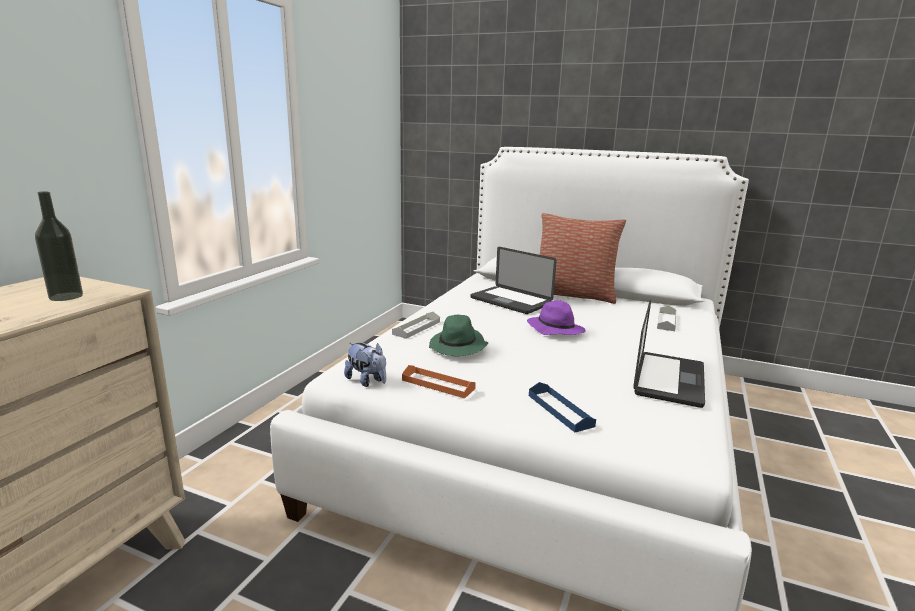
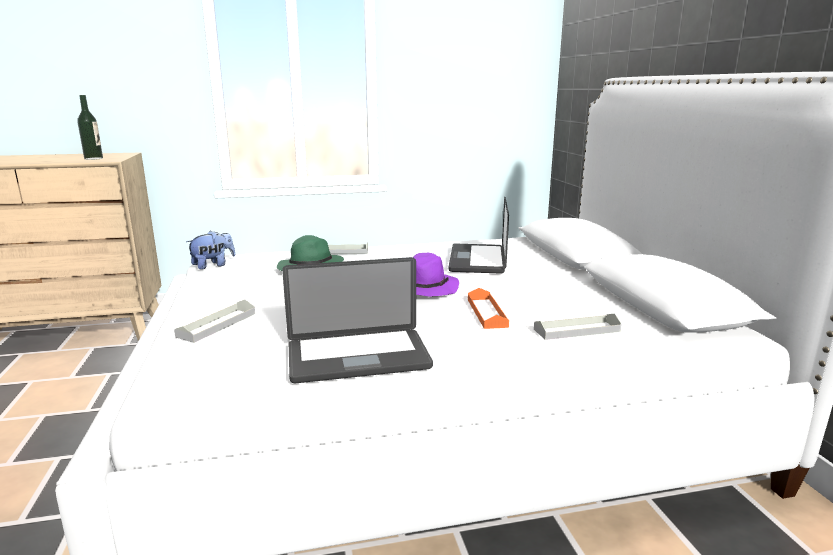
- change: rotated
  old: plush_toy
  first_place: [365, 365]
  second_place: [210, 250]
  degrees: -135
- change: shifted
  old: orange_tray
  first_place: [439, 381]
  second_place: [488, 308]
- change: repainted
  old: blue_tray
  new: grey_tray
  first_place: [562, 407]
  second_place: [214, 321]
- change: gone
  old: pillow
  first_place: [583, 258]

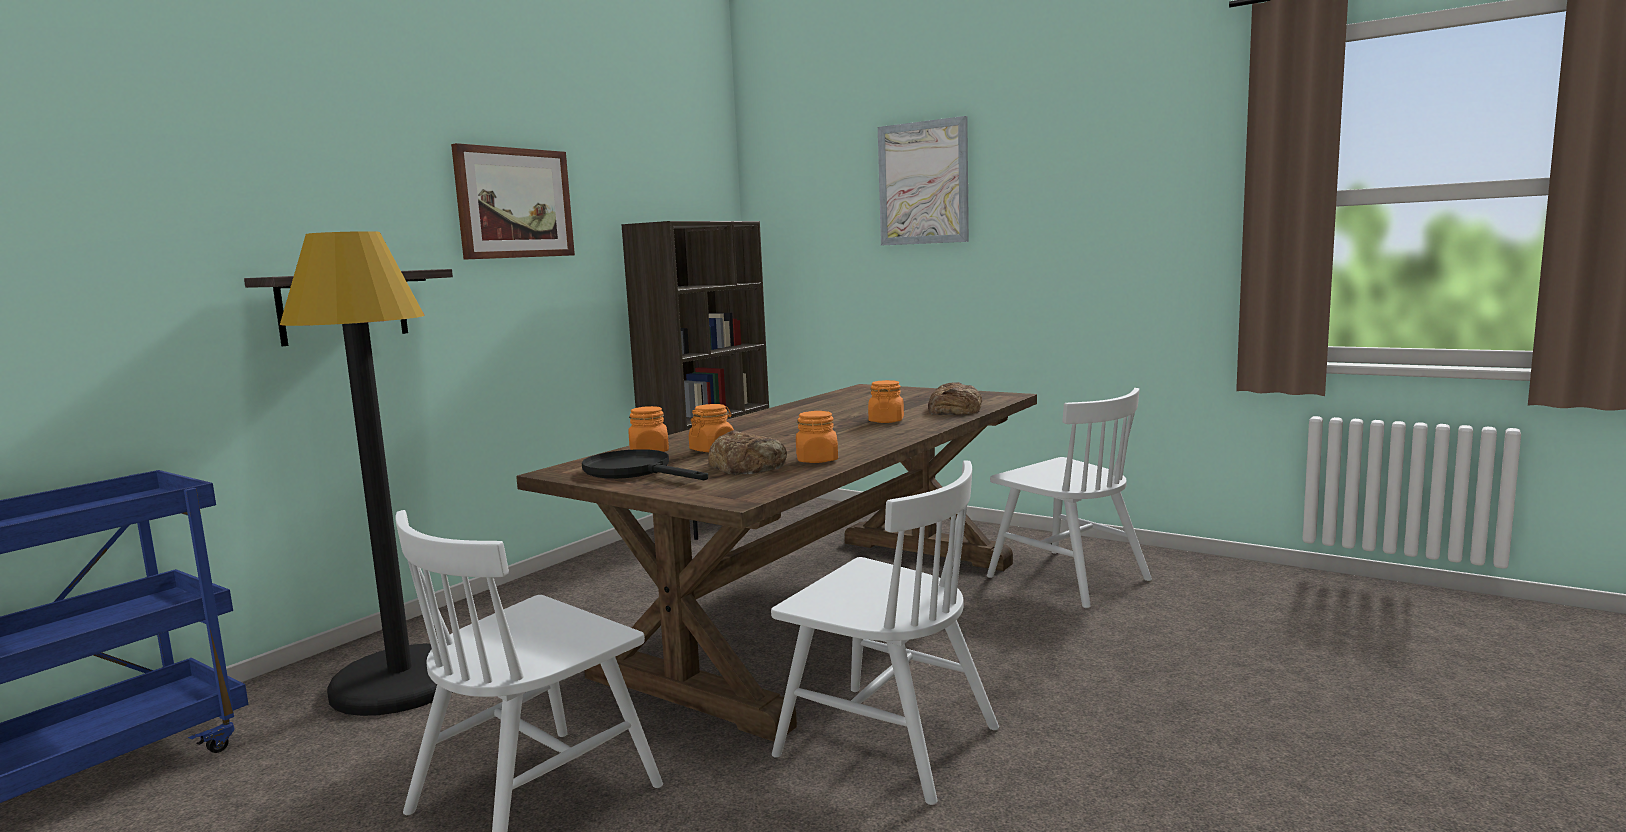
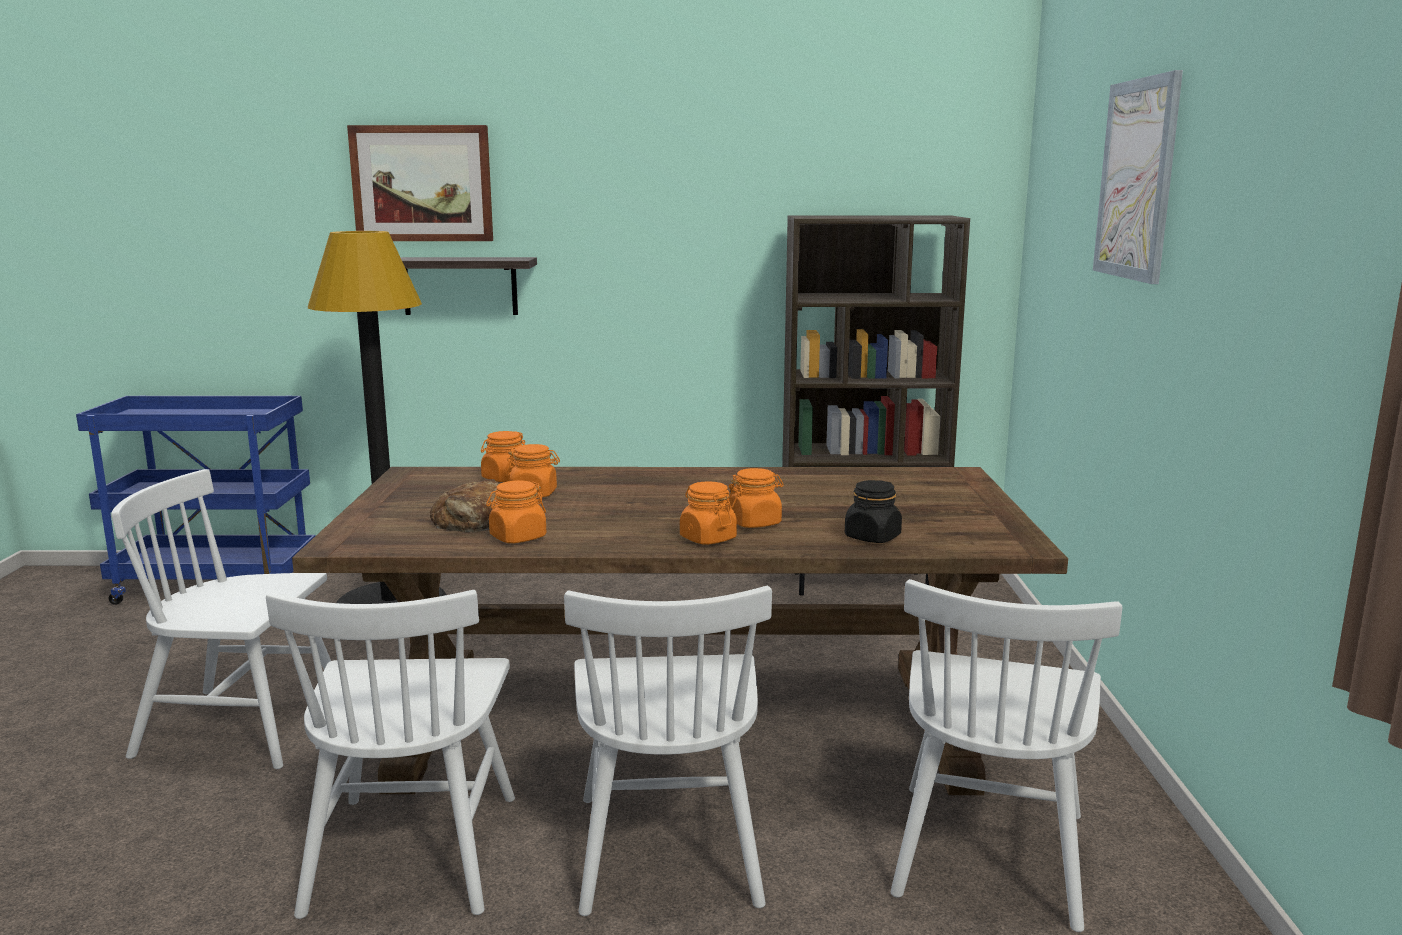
- change: shifted
  old: picture
  first_place: [513, 201]
  second_place: [420, 183]
- change: gone
  old: black_frying_pan
  first_place: [645, 464]
- change: swapped
  old: bread
  new: black_jar
  first_place: [955, 398]
  second_place: [873, 511]
- change: new
  new: white_chair
  second_place: [668, 751]
- change: new
  new: orange_jar
  second_place: [708, 513]

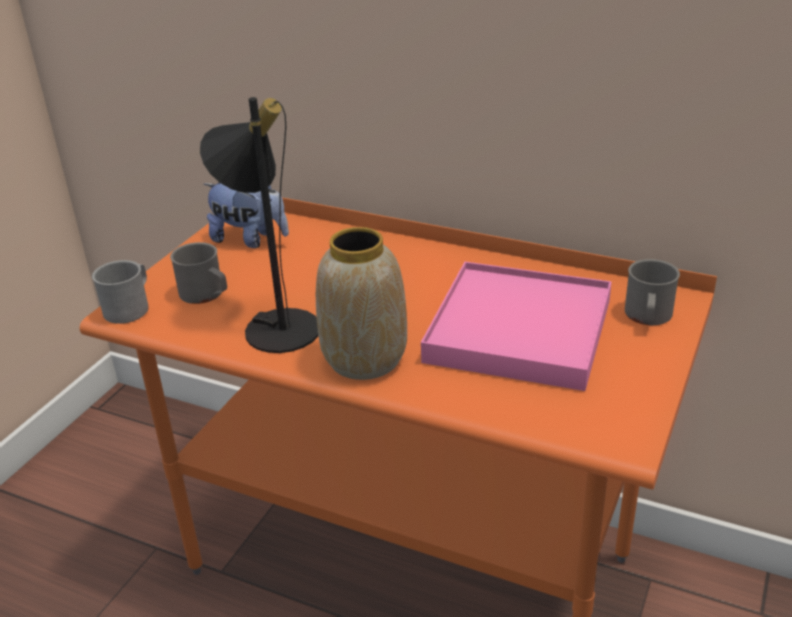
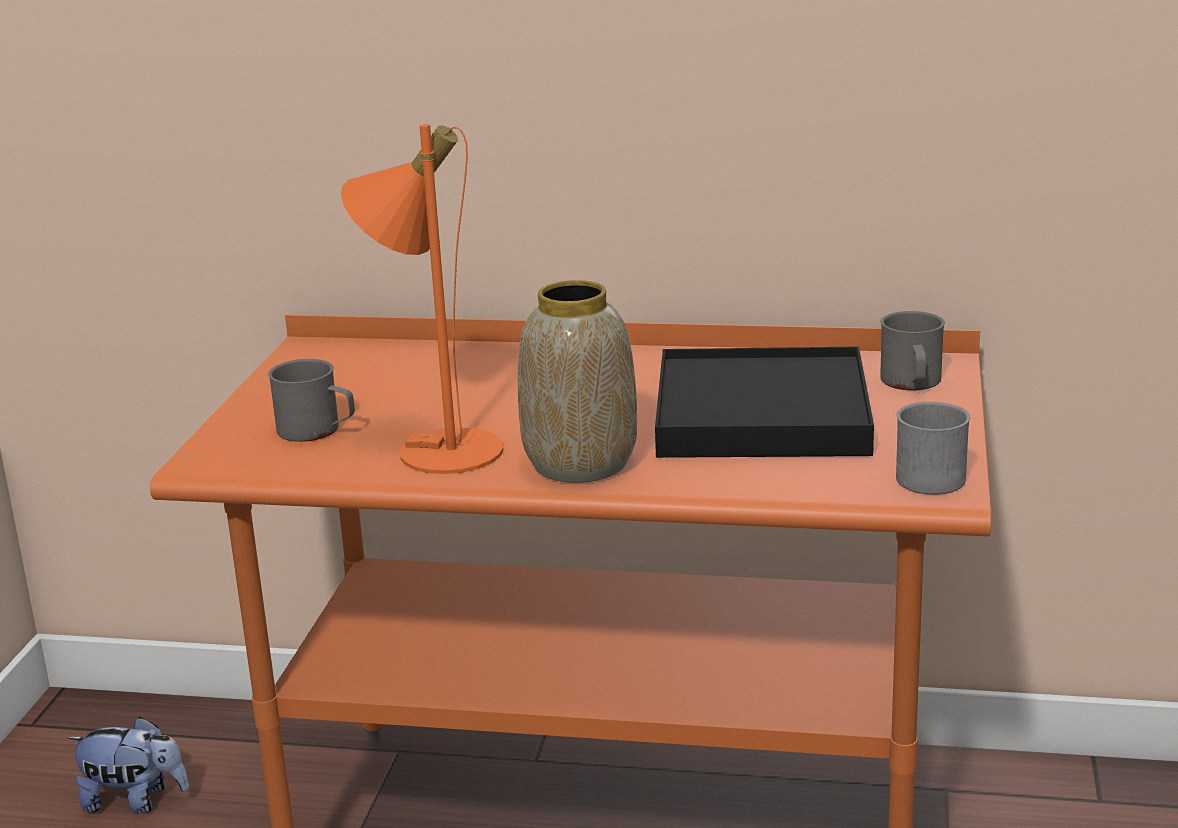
- change: shifted
  old: grey_mug
  first_place: [120, 292]
  second_place: [933, 448]
- change: repainted
  old: black_table_lamp
  new: orange_table_lamp
  first_place: [259, 225]
  second_place: [422, 299]
- change: shifted
  old: plush_toy
  first_place: [246, 215]
  second_place: [128, 764]
- change: repainted
  old: pink_tray
  new: black_tray
  first_place: [516, 326]
  second_place: [764, 402]

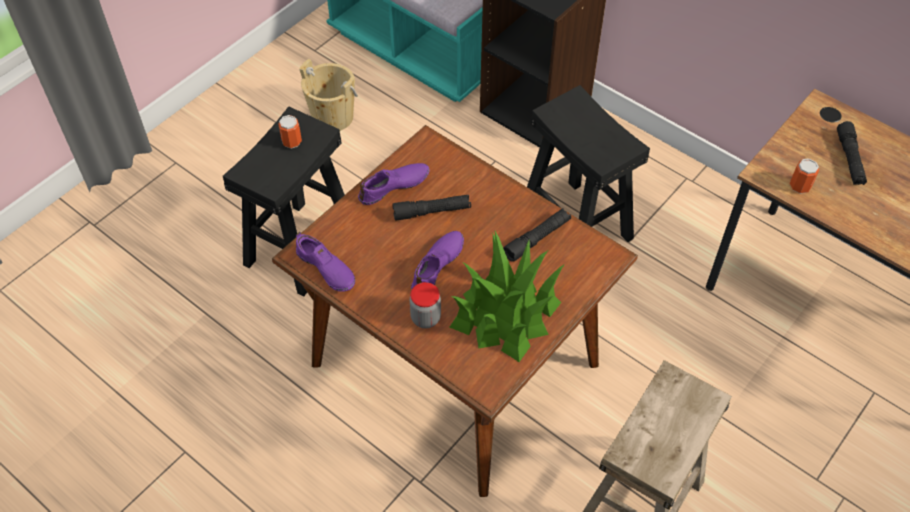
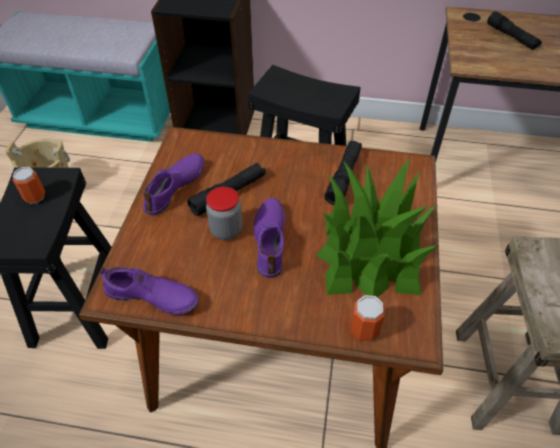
- change: shifted
  old: jar
  first_place: [425, 305]
  second_place: [224, 213]
- change: shifted
  old: can
  first_place: [804, 176]
  second_place: [368, 318]

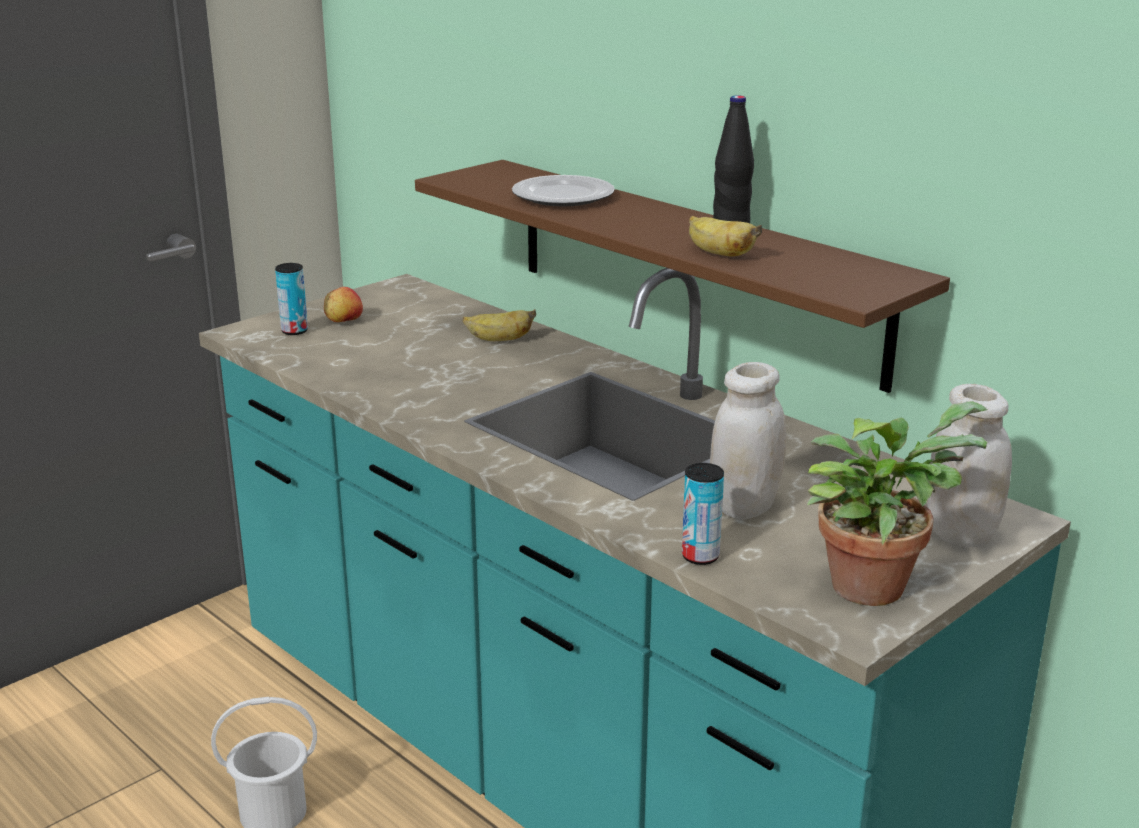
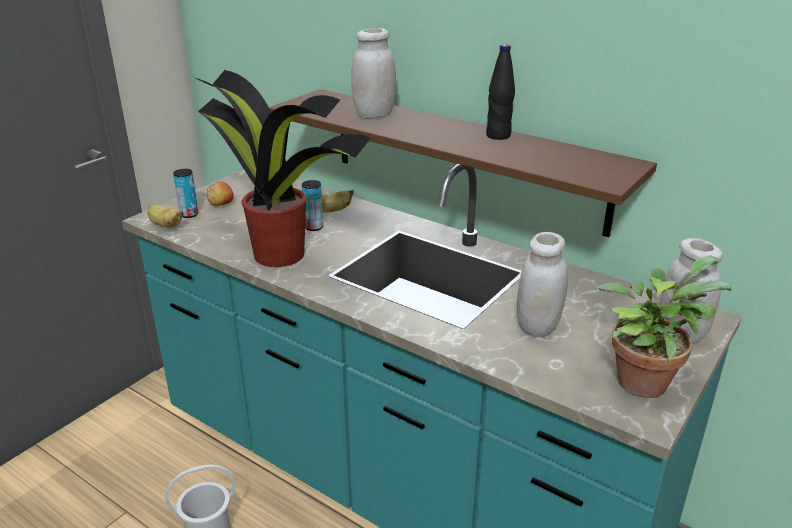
- change: swapped
  old: plate
  new: white_jar
  first_place: [563, 191]
  second_place: [373, 73]
- change: shifted
  old: can
  first_place: [703, 514]
  second_place: [312, 205]
- change: shifted
  old: banana
  first_place: [725, 236]
  second_place: [165, 216]
- change: new
  new: potted_plant
  second_place: [283, 168]

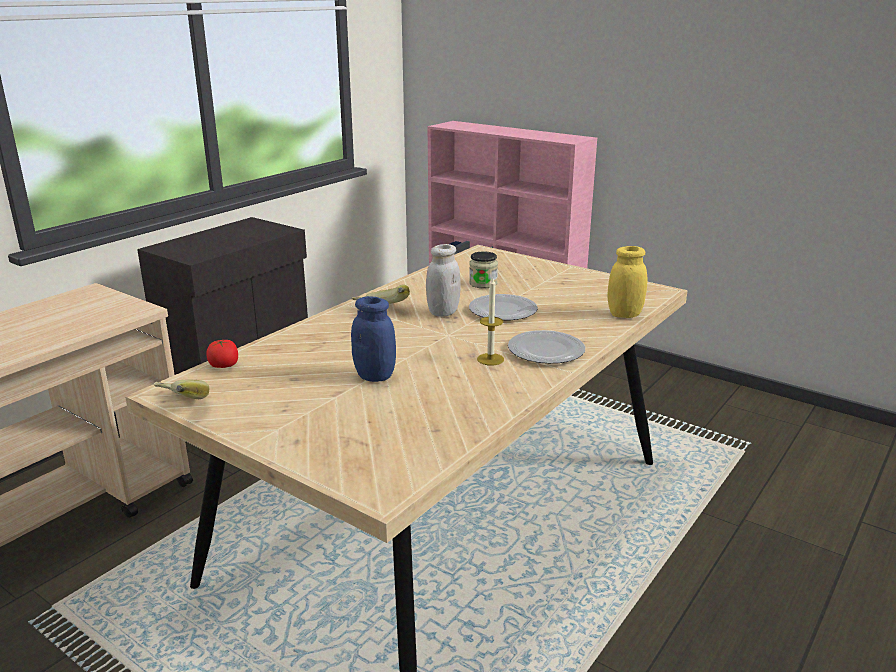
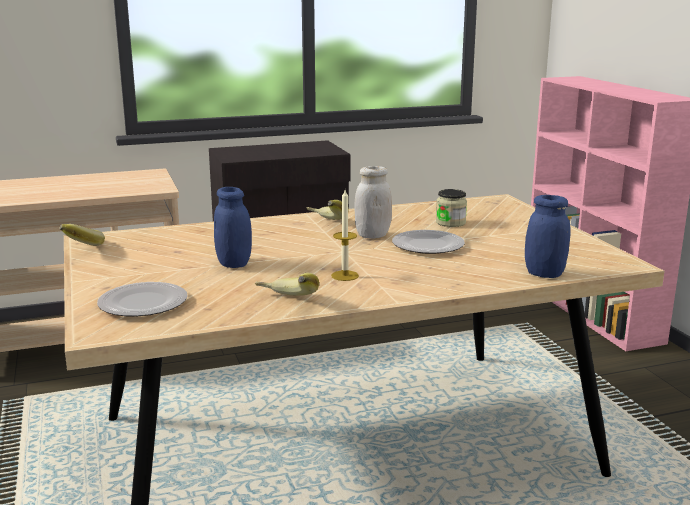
- change: gone
  old: tomato
  first_place: [222, 354]
- change: shifted
  old: plate
  first_place: [546, 347]
  second_place: [142, 299]
- change: repainted
  old: yellow_jar
  new: blue_jar
  first_place: [627, 282]
  second_place: [548, 236]
- change: new
  new: banana
  second_place: [287, 284]

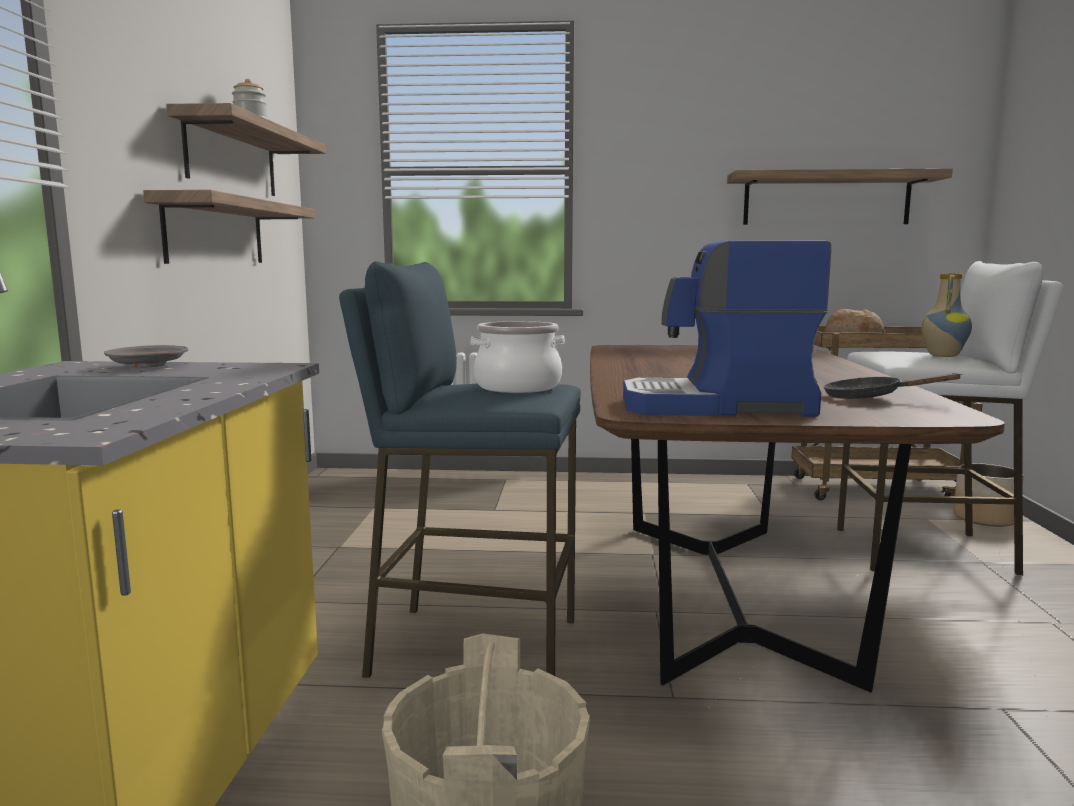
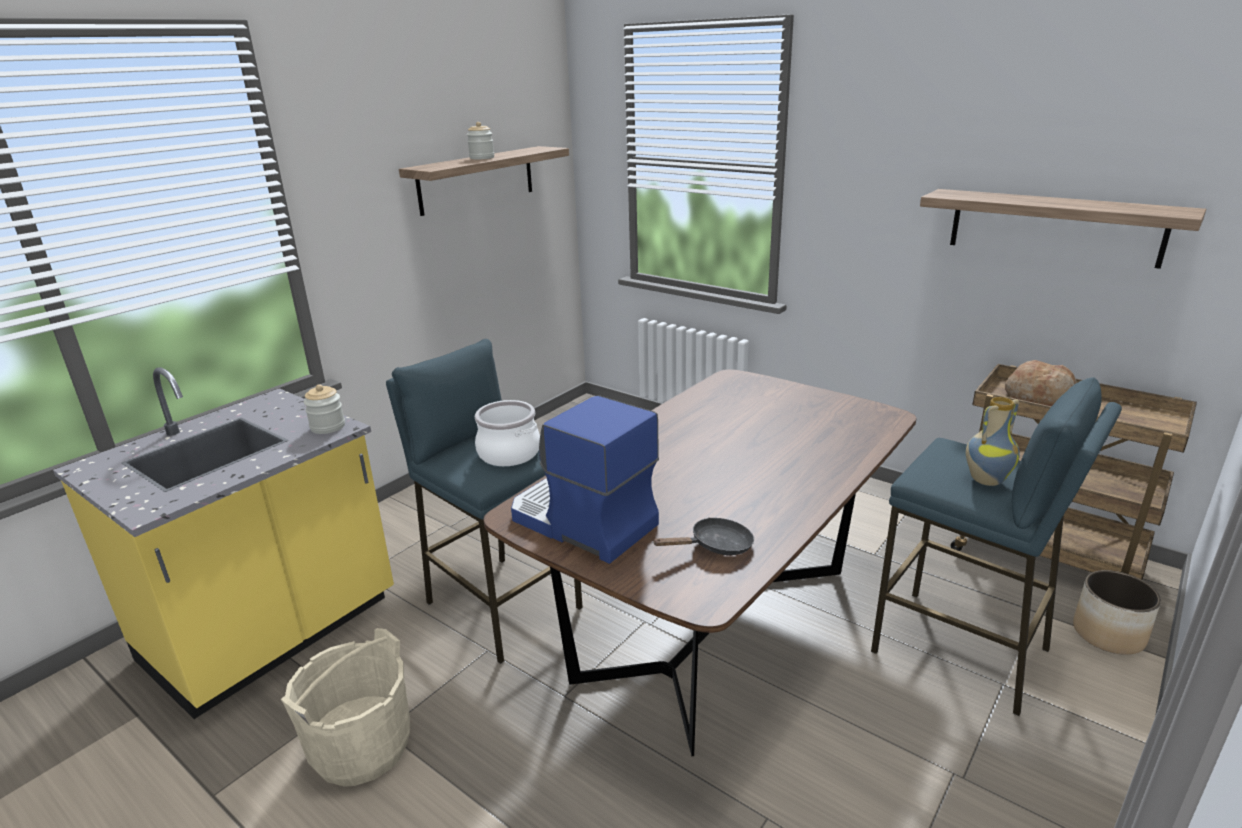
- change: gone
  old: grey_plate
  first_place: [146, 356]
- change: gone
  old: shelf
  first_place: [229, 227]
- change: rotated
  old: black_frying_pan
  first_place: [893, 386]
  second_place: [703, 536]
  degrees: 105
- change: repainted
  old: white_stool
  new: blue_stool
  first_place: [950, 418]
  second_place: [996, 547]
- change: new
  new: jar
  second_place: [324, 409]

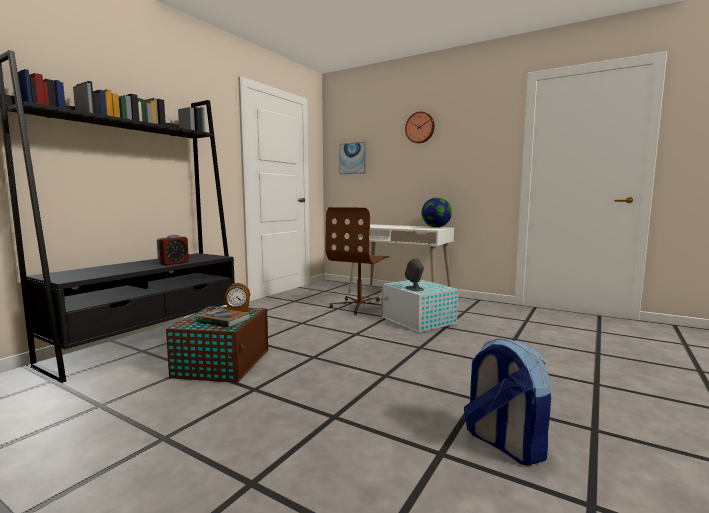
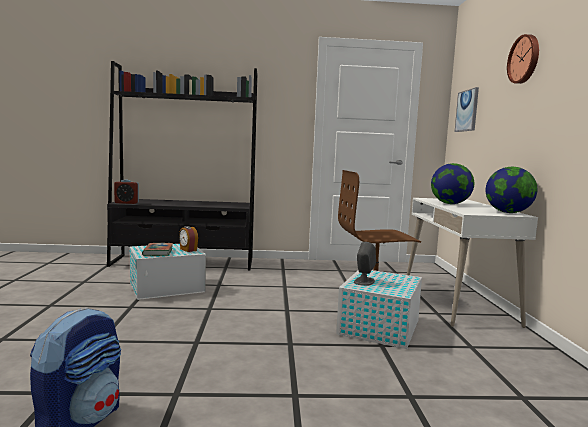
- change: shifted
  old: alarm_clock
  first_place: [173, 250]
  second_place: [126, 192]
- change: repainted
  old: brown_storage_box
  new: white_storage_box
  first_place: [217, 344]
  second_place: [168, 272]
- change: new
  new: globe
  second_place: [452, 183]

